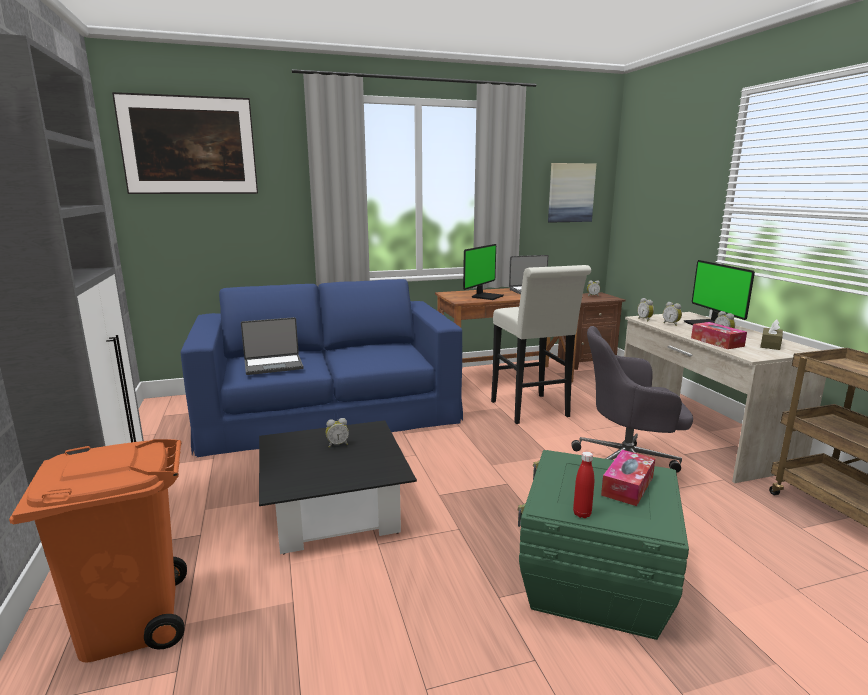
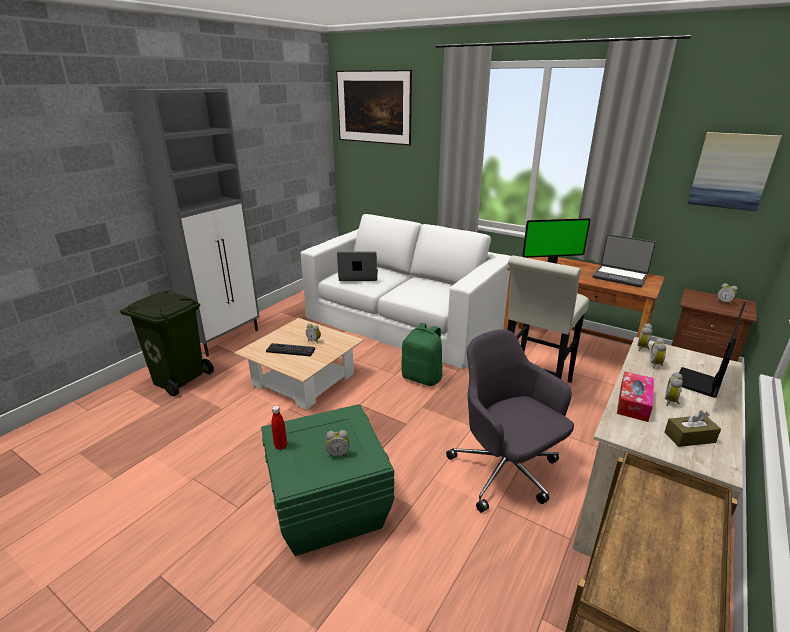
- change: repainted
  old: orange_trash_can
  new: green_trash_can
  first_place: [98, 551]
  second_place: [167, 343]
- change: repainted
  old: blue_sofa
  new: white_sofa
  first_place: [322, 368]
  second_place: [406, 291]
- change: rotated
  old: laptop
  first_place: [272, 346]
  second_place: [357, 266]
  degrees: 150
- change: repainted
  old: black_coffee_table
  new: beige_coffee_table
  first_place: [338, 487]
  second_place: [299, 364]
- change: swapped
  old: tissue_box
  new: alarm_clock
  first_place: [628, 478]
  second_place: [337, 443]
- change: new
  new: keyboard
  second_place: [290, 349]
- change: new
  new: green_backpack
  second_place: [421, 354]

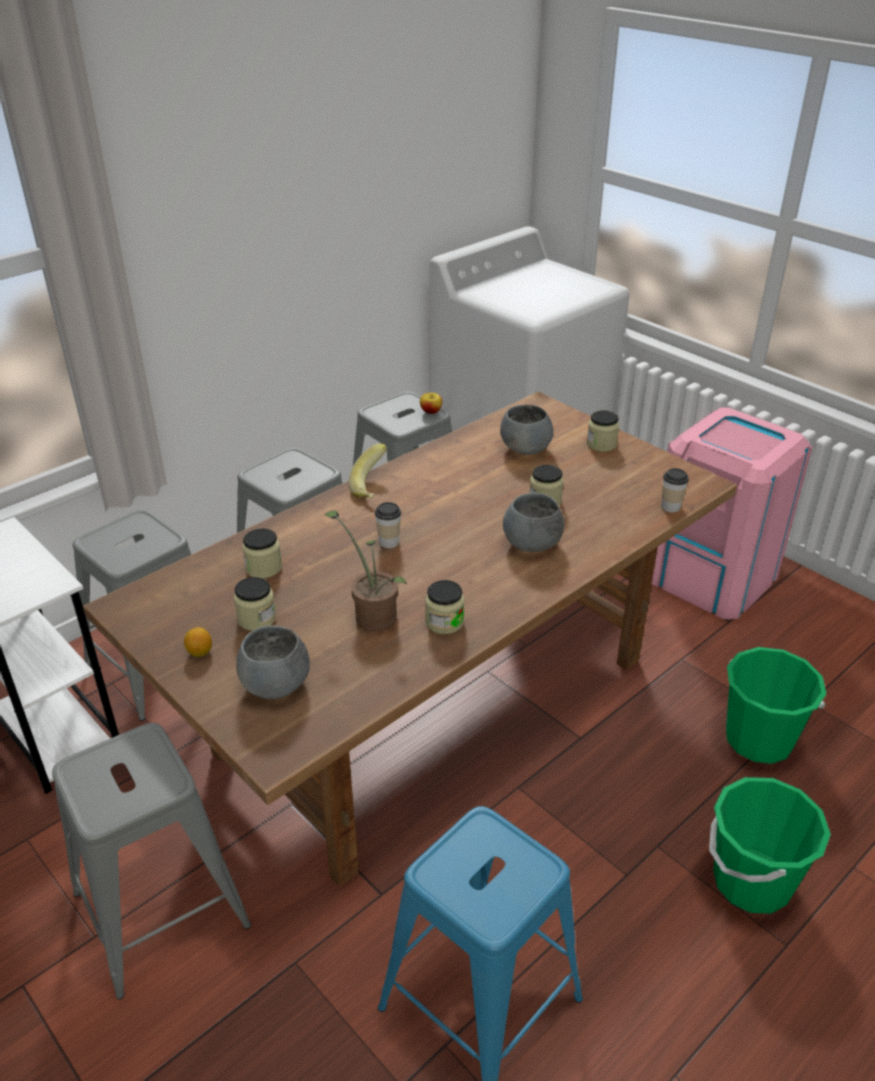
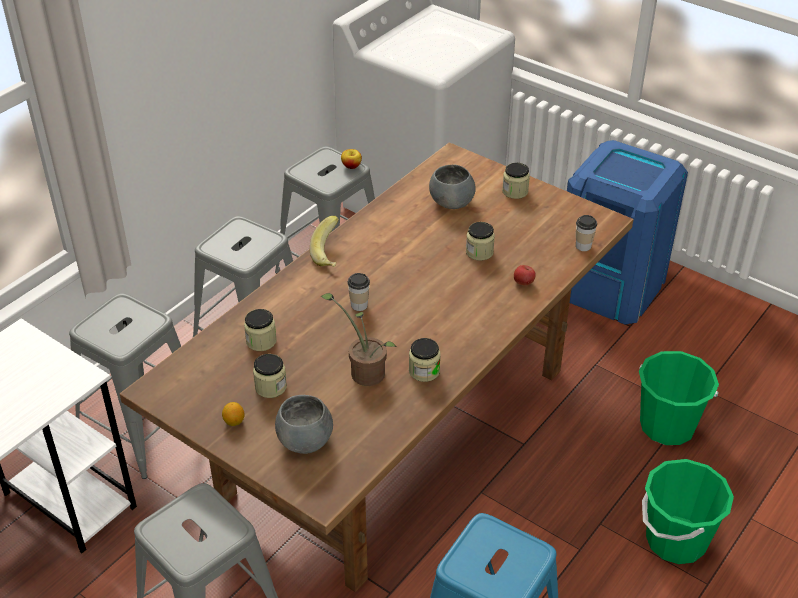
- change: gone
  old: grey_bowl
  first_place: [533, 522]
- change: repainted
  old: pink_trash_can
  new: blue_trash_can
  first_place: [732, 513]
  second_place: [627, 232]
- change: new
  new: apple
  second_place: [525, 275]

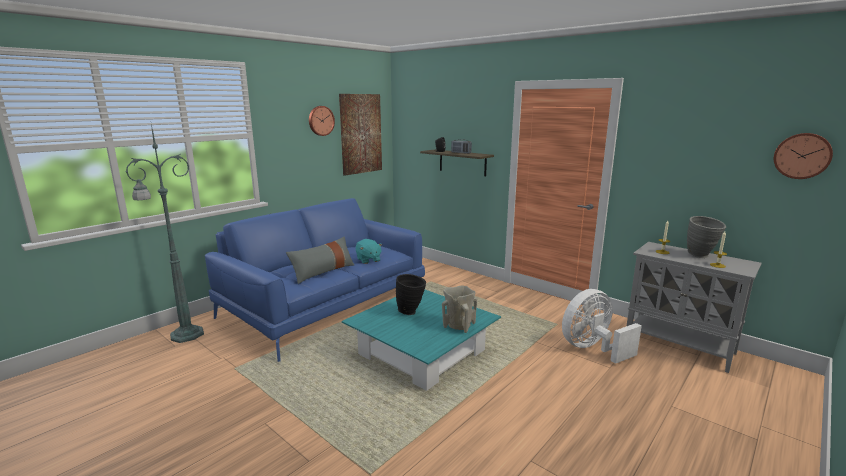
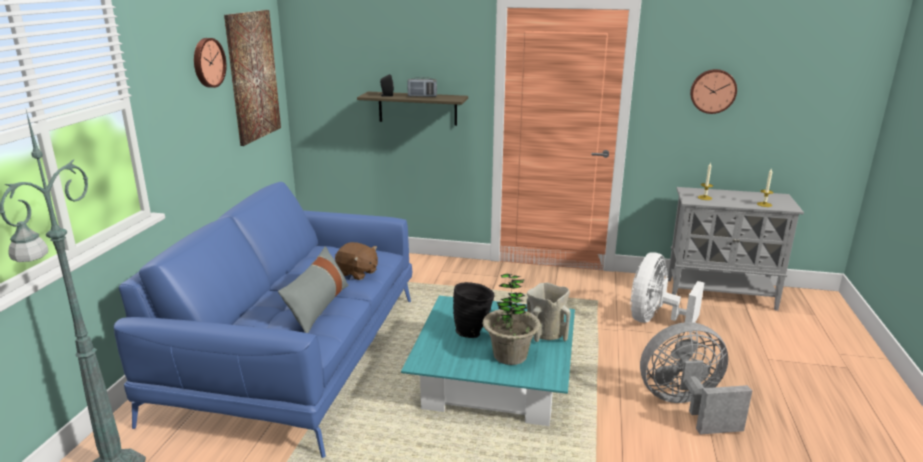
- change: repainted
  old: turquoise_plush_toy
  new: brown_plush_toy
  first_place: [369, 251]
  second_place: [356, 261]
- change: gone
  old: grey_vase
  first_place: [706, 237]
- change: shifted
  old: wall_clock
  first_place: [803, 156]
  second_place: [713, 91]
- change: new
  new: potted_plant
  second_place: [511, 319]
- change: new
  new: grey_fan
  second_place: [696, 378]

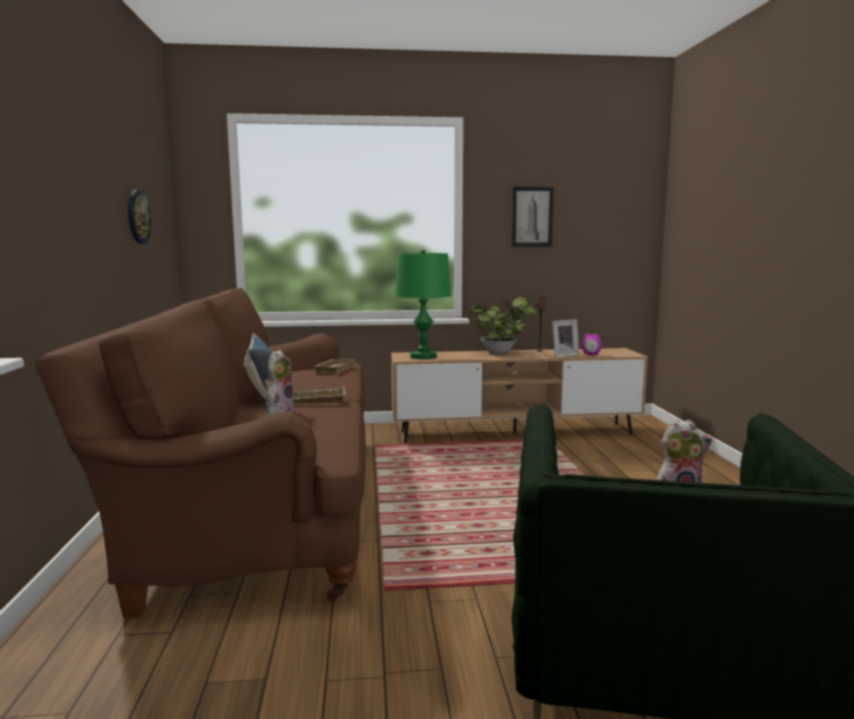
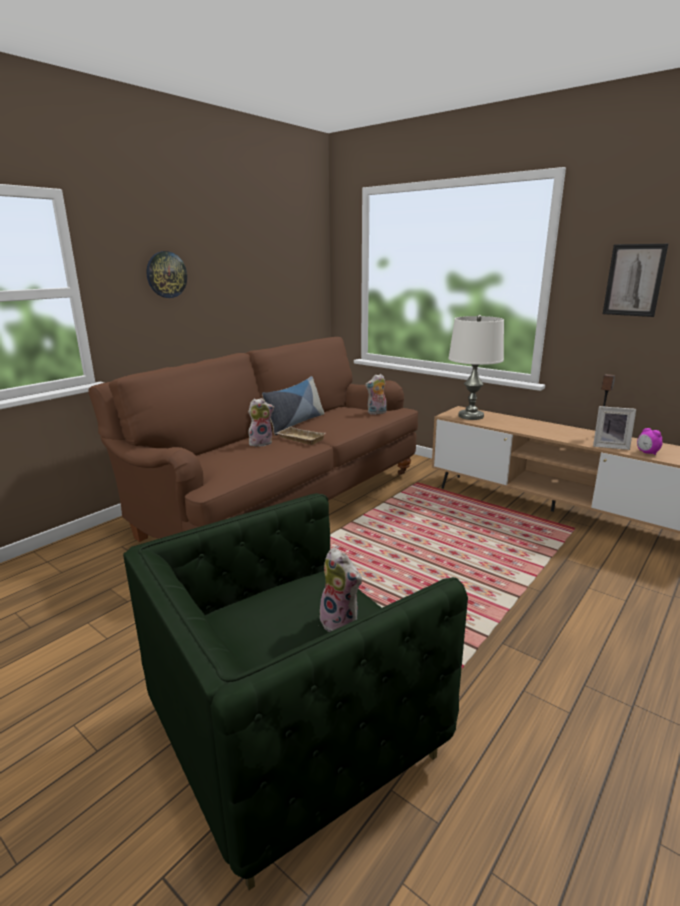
- change: shifted
  old: wall_clock
  first_place: [139, 217]
  second_place: [166, 274]
- change: swapped
  old: beige_tray
  new: plush_toy
  first_place: [334, 366]
  second_place: [376, 394]
- change: repainted
  old: green_table_lamp
  new: white_table_lamp
  first_place: [423, 304]
  second_place: [476, 367]
- change: gone
  old: potted_plant
  first_place: [503, 325]

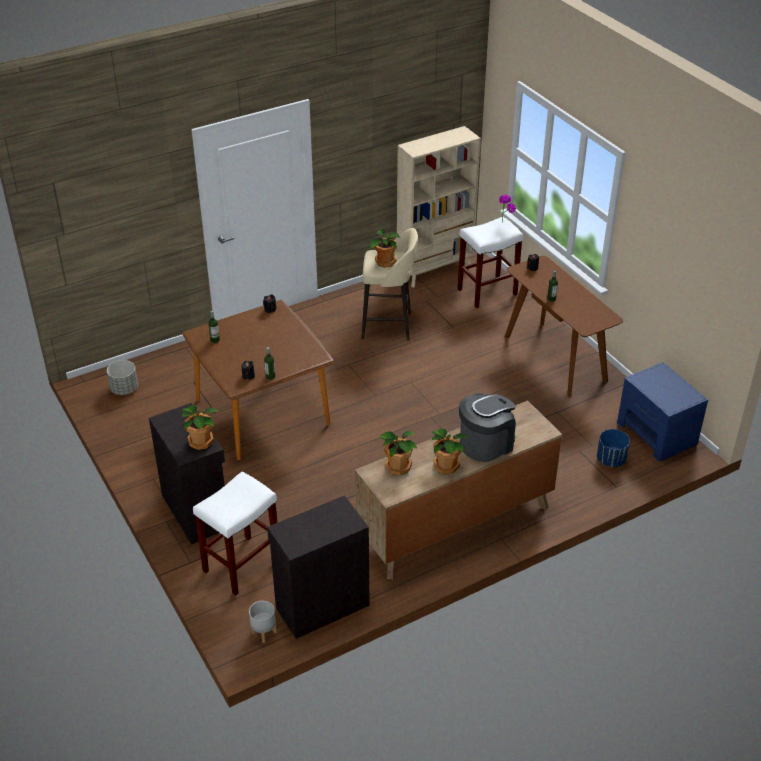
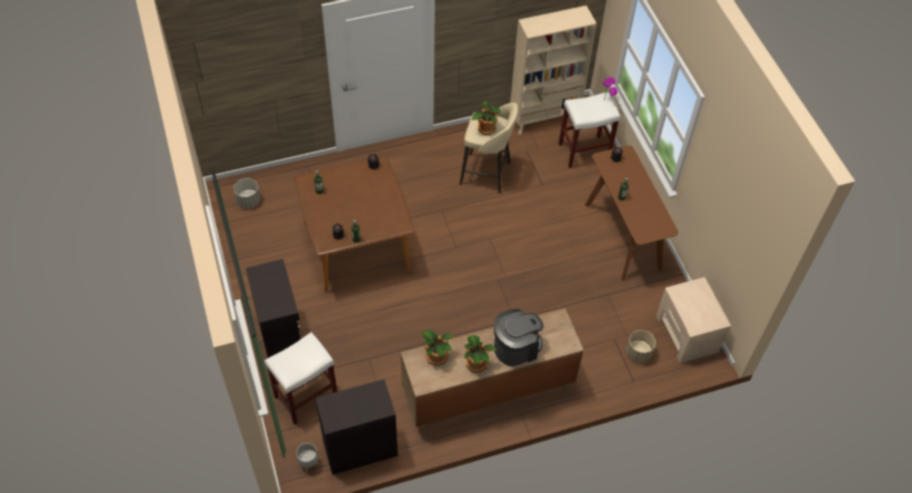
- change: gone
  old: potted_plant
  first_place: [199, 427]
- change: repainted
  old: blue_planter
  new: beige_planter
  first_place: [613, 448]
  second_place: [641, 346]
- change: repainted
  old: blue_nightstand
  new: beige_nightstand
  first_place: [662, 412]
  second_place: [693, 320]

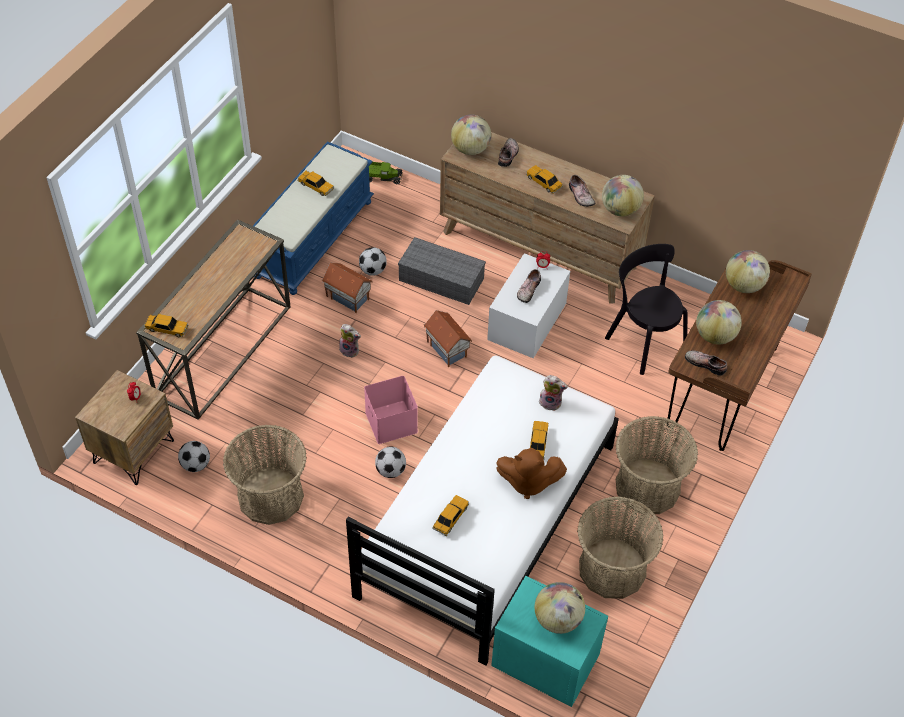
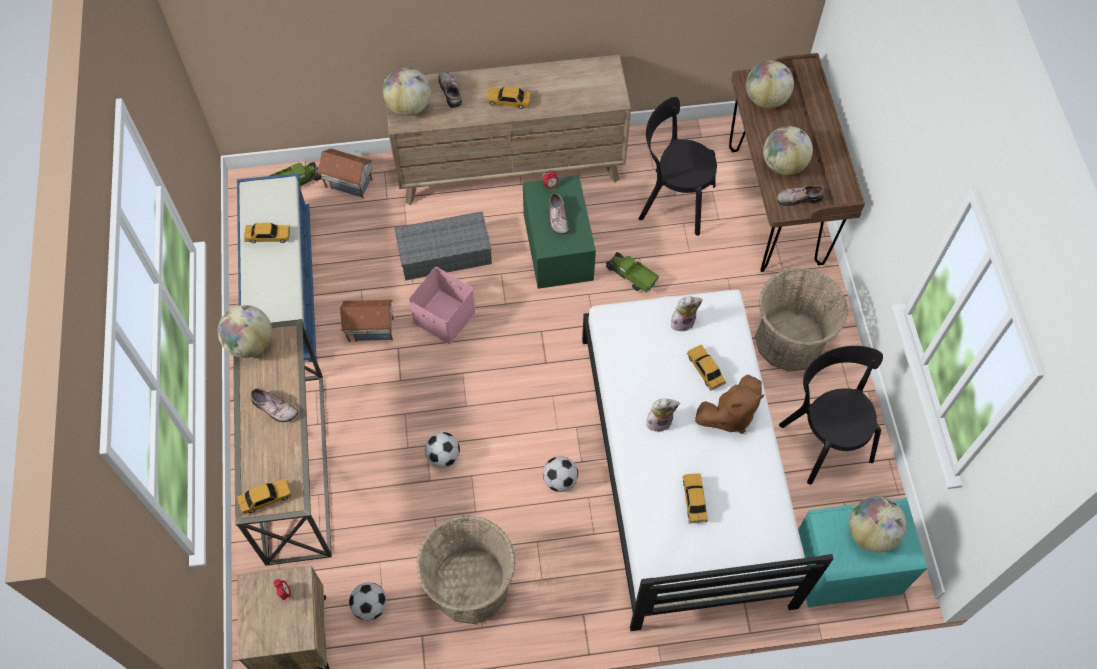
- change: shifted
  old: plush_toy
  first_place: [350, 341]
  second_place: [663, 415]
- change: shifted
  old: football
  first_place: [373, 261]
  second_place: [442, 450]
- change: shifted
  old: pink_storage_box
  first_place: [391, 410]
  second_place: [442, 305]
- change: shifted
  old: toy_house
  first_place: [448, 338]
  second_place: [345, 173]
- change: repainted
  old: white_storage_box
  new: green_storage_box
  first_place: [528, 305]
  second_place: [559, 232]
- change: shifted
  old: shoe
  first_place: [582, 191]
  second_place: [274, 405]
- change: swapped
  old: basket
  new: black_chair
  first_place: [620, 547]
  second_place: [831, 415]
- change: shifted
  old: globe
  first_place: [623, 196]
  second_place: [245, 331]
- change: new
  new: toy_truck
  second_place: [632, 272]

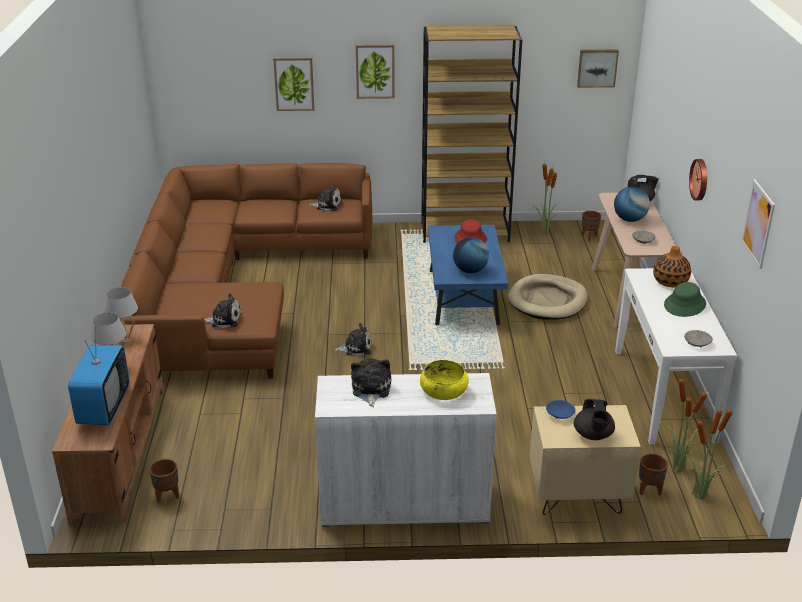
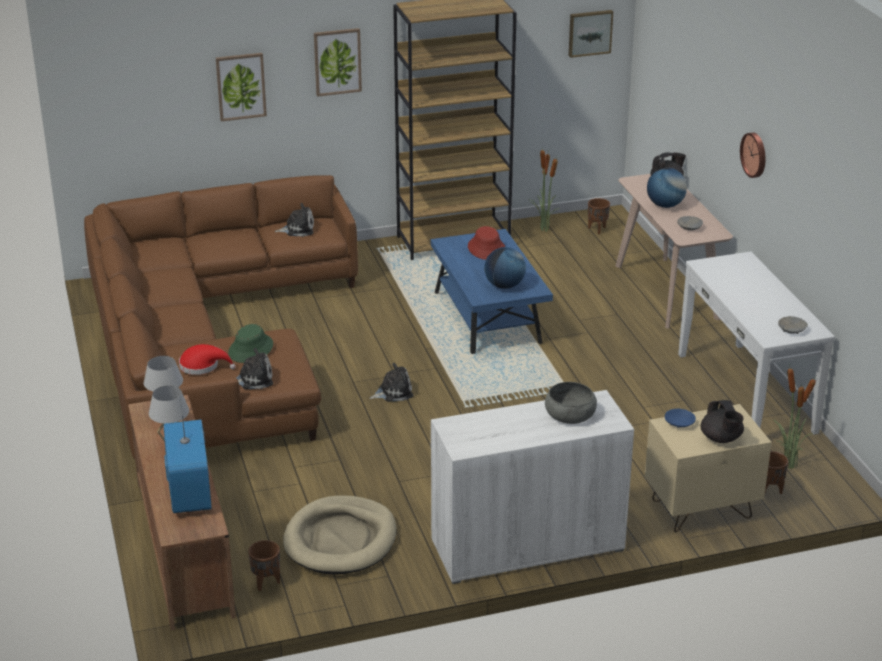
- change: gone
  old: plush_toy
  first_place: [371, 382]
- change: repainted
  old: yellow_bowl
  new: grey_bowl
  first_place: [444, 380]
  second_place: [571, 403]
- change: shifted
  old: beige_dog_bed
  first_place: [548, 297]
  second_place: [339, 535]
- change: gone
  old: vase
  first_place: [672, 266]
- change: shifted
  old: green_hat
  first_place: [685, 299]
  second_place: [250, 343]
- change: gone
  old: potted_plant
  first_place: [710, 452]
- change: gone
  old: picture
  first_place: [758, 224]
- change: new
  new: red_hat
  second_place: [207, 359]

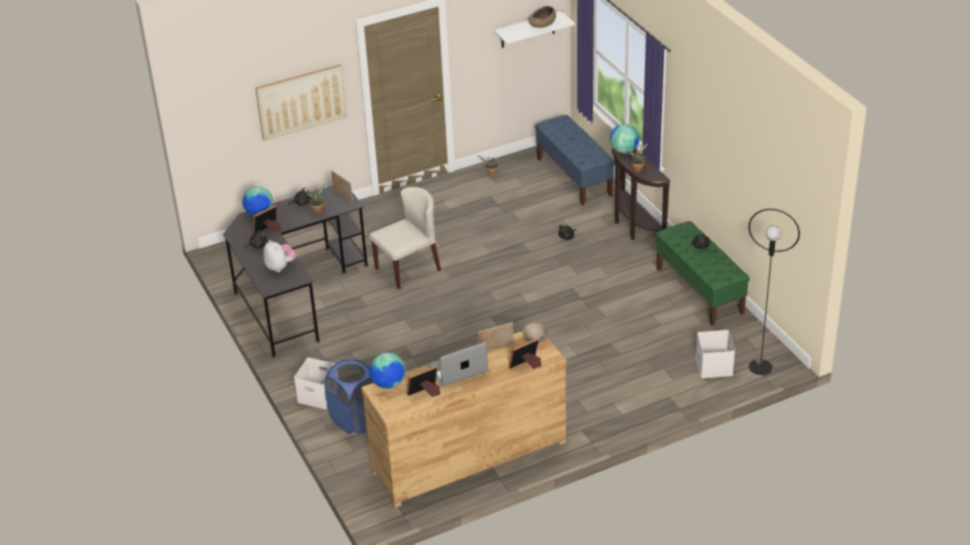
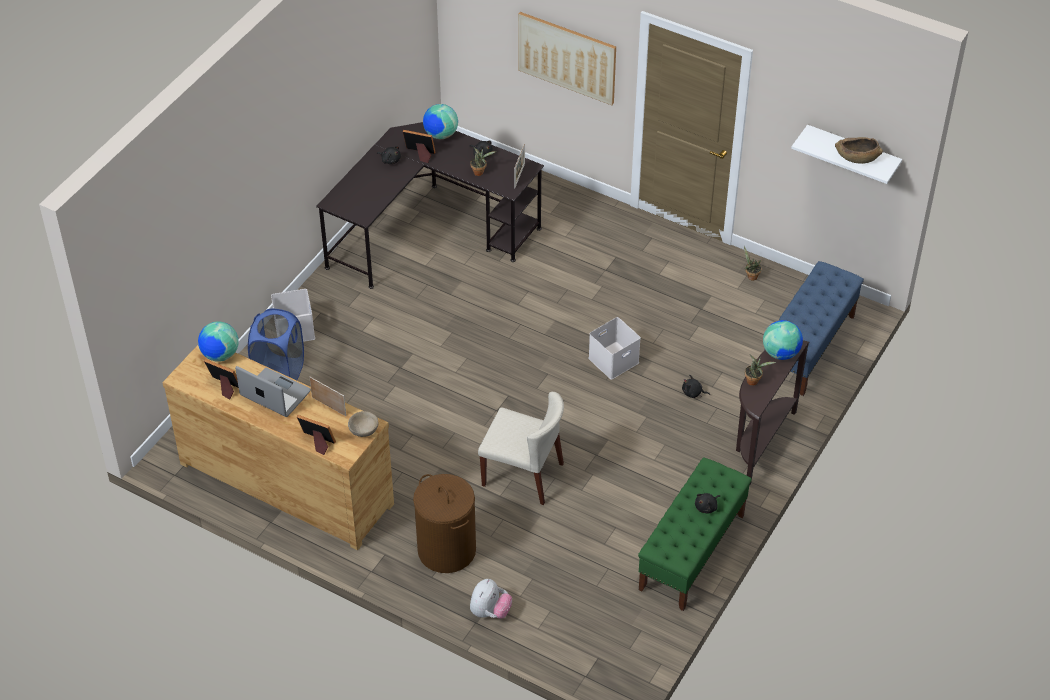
- change: shifted
  old: plush_toy
  first_place: [279, 256]
  second_place: [491, 599]
- change: shifted
  old: beige_chair
  first_place: [405, 238]
  second_place: [521, 448]
- change: shifted
  old: white_storage_box
  first_place: [715, 354]
  second_place: [614, 348]
- change: gone
  old: black_floor_lamp
  first_place: [774, 292]
- change: new
  new: brown_laundry_basket
  second_place: [444, 523]

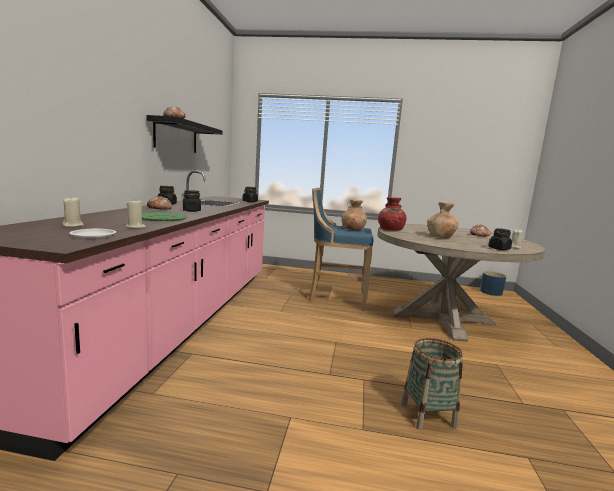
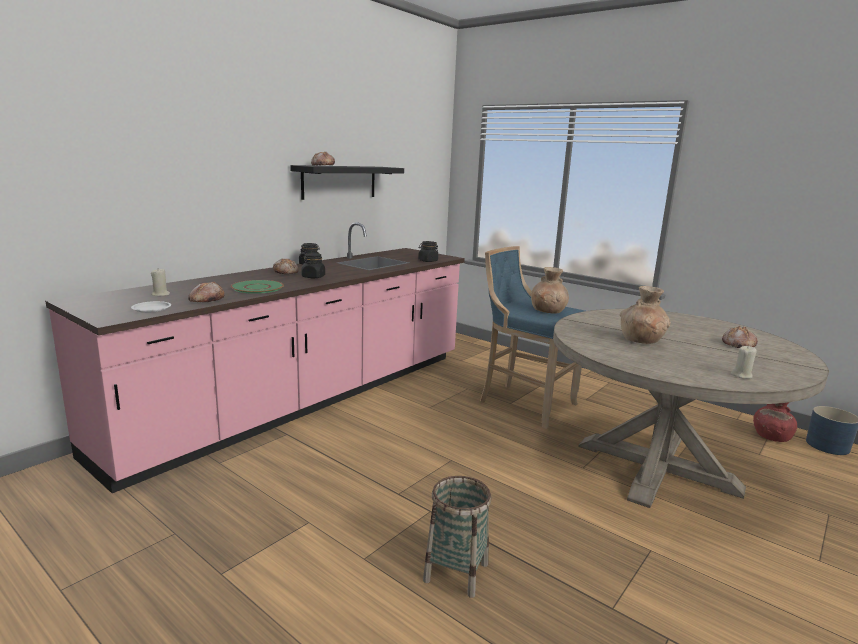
- change: swapped
  old: beige_candle
  new: bread
  first_place: [136, 213]
  second_place: [206, 292]
- change: shifted
  old: red_vase
  first_place: [392, 213]
  second_place: [775, 422]
- change: gone
  old: black_jar
  first_place: [500, 239]

